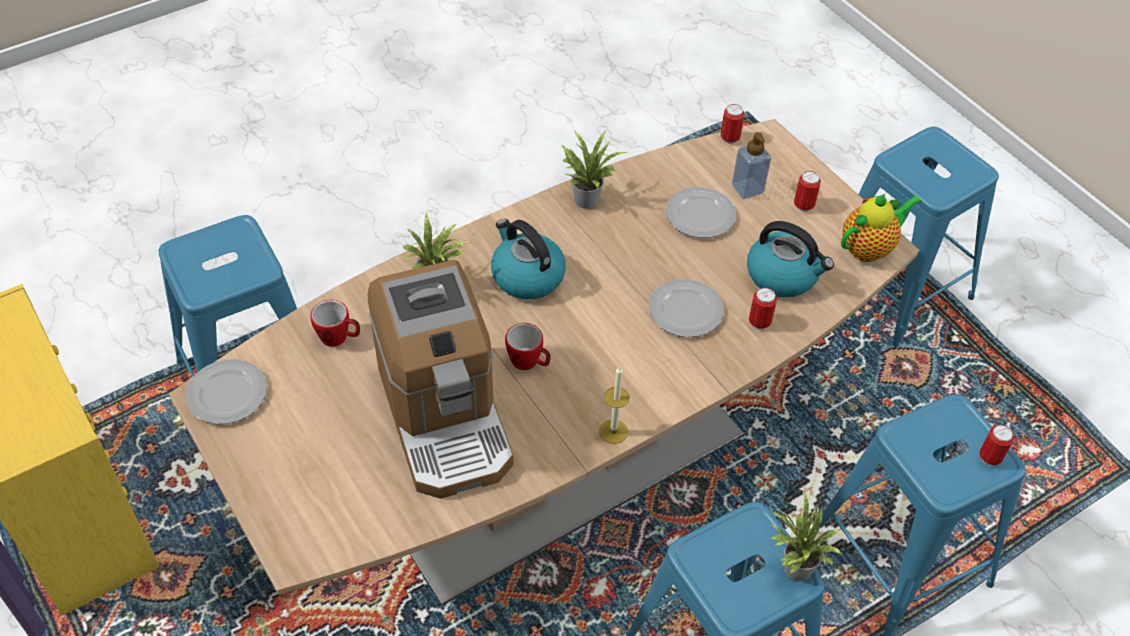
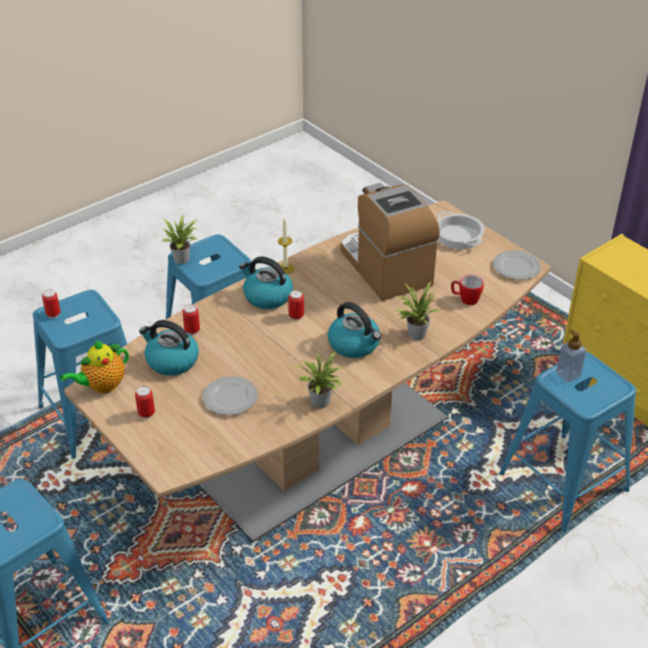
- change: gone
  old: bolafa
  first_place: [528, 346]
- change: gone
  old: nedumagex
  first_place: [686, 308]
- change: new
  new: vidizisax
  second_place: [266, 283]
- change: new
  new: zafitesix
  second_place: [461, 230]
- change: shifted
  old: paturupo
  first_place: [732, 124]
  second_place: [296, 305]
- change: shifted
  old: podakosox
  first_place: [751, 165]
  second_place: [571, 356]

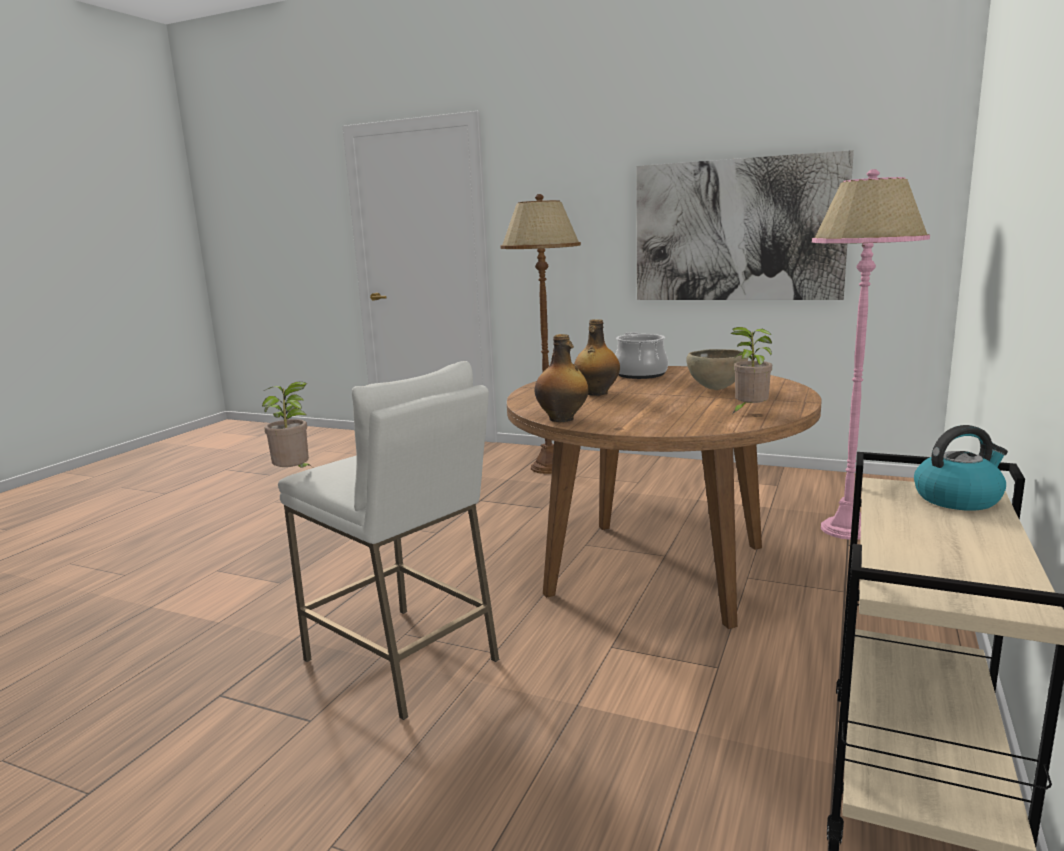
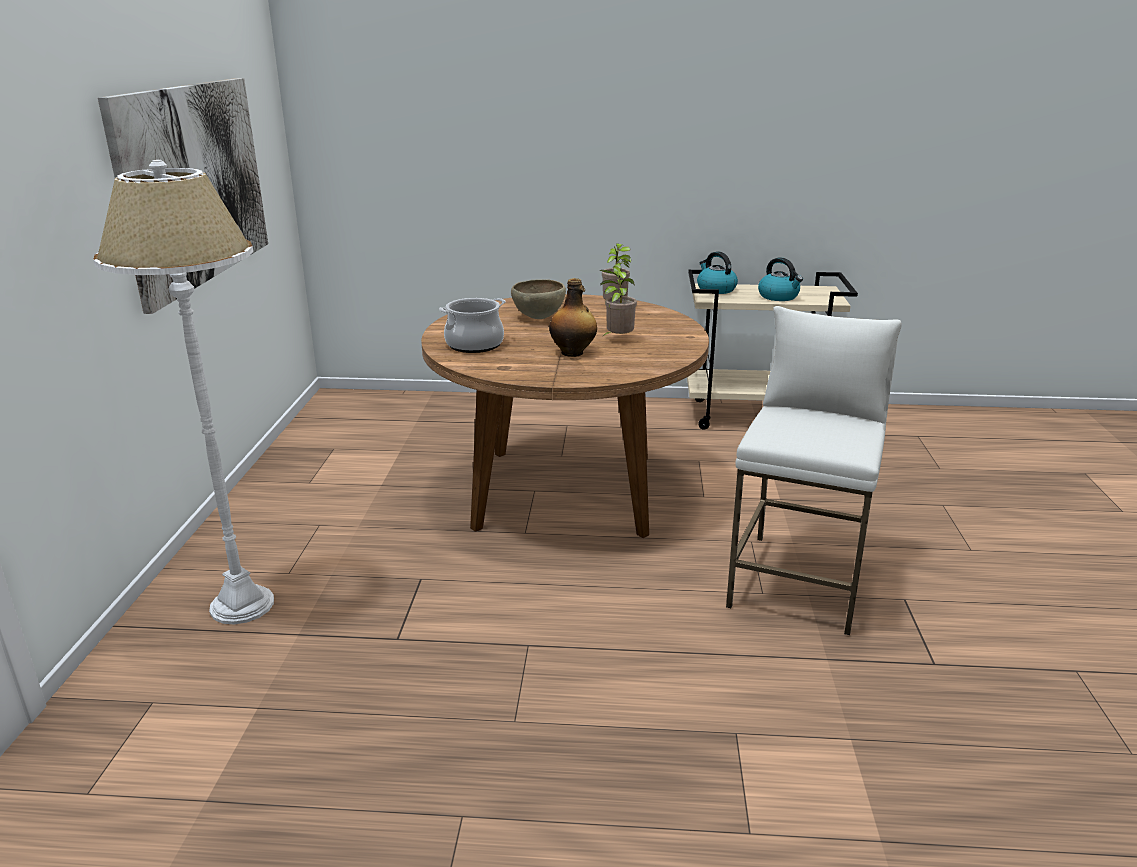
- change: gone
  old: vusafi
  first_place: [562, 378]
- change: gone
  old: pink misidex
  first_place: [871, 354]
- change: new
  new: vidizisax
  second_place: [780, 279]
- change: shifted
  old: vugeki
  first_place: [287, 425]
  second_place: [618, 301]
- change: repainted
  old: brown misidex
  new: white misidex
  first_place: [540, 334]
  second_place: [183, 392]

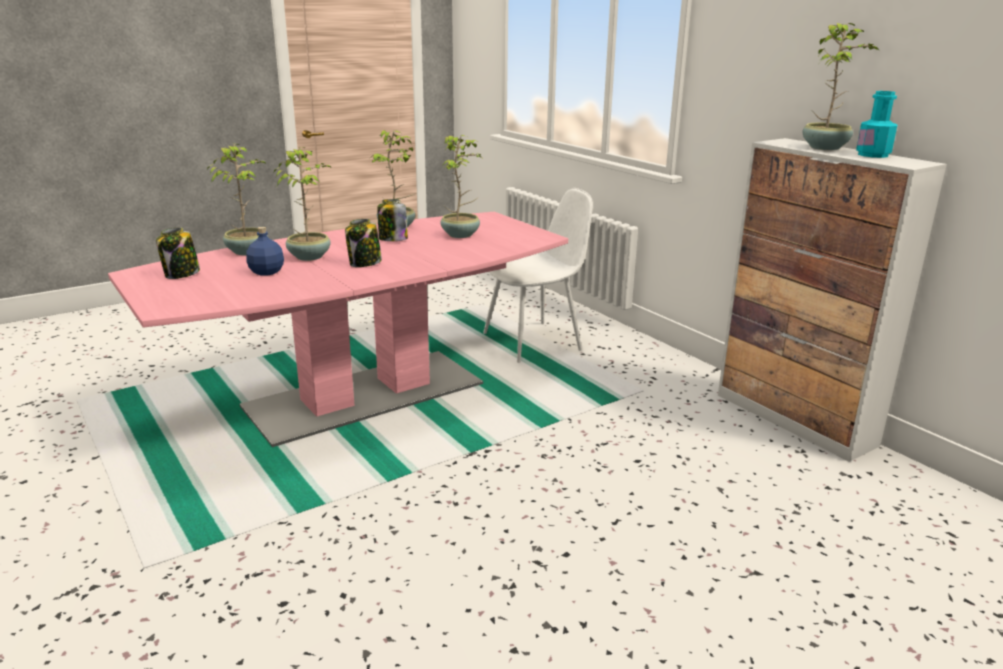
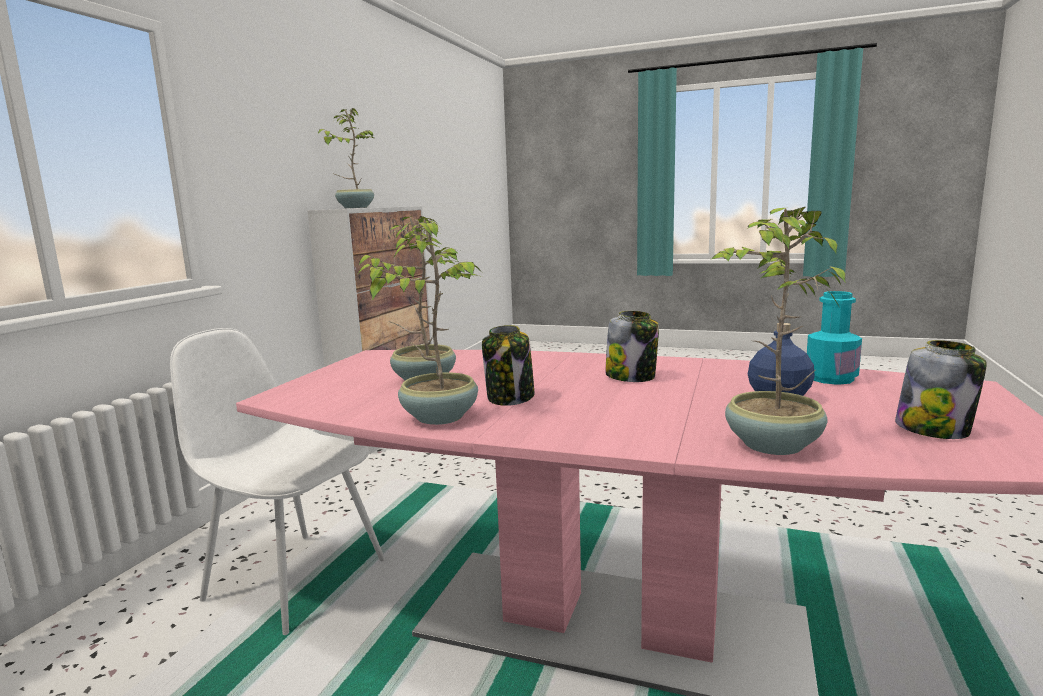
- change: gone
  old: vugeki
  first_place: [303, 204]
- change: shifted
  old: turquoise vusafi
  first_place: [876, 124]
  second_place: [834, 338]

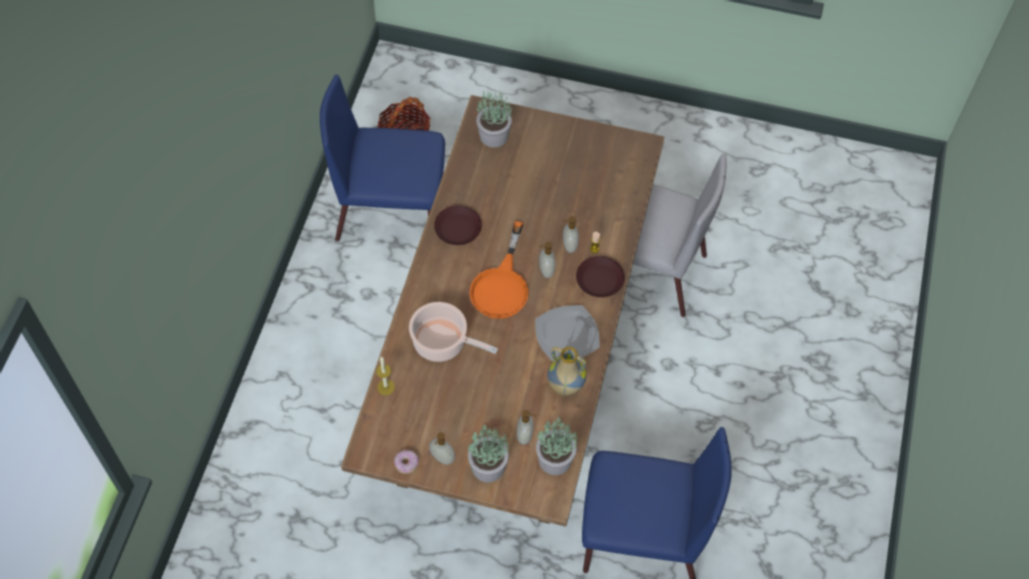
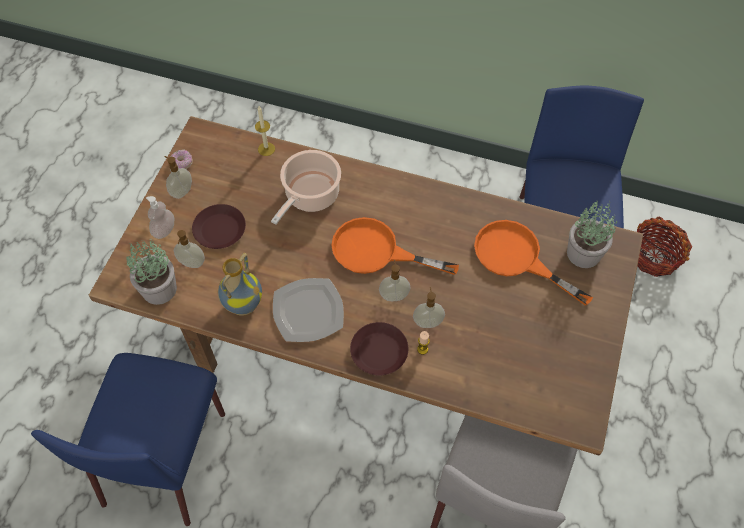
- change: new
  new: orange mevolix
  second_place: [533, 262]
- change: shifted
  old: brown nedumagex
  first_place: [458, 225]
  second_place: [219, 226]
- change: swapped
  old: vugeki
  new: podakosox
  first_place: [488, 453]
  second_place: [160, 217]

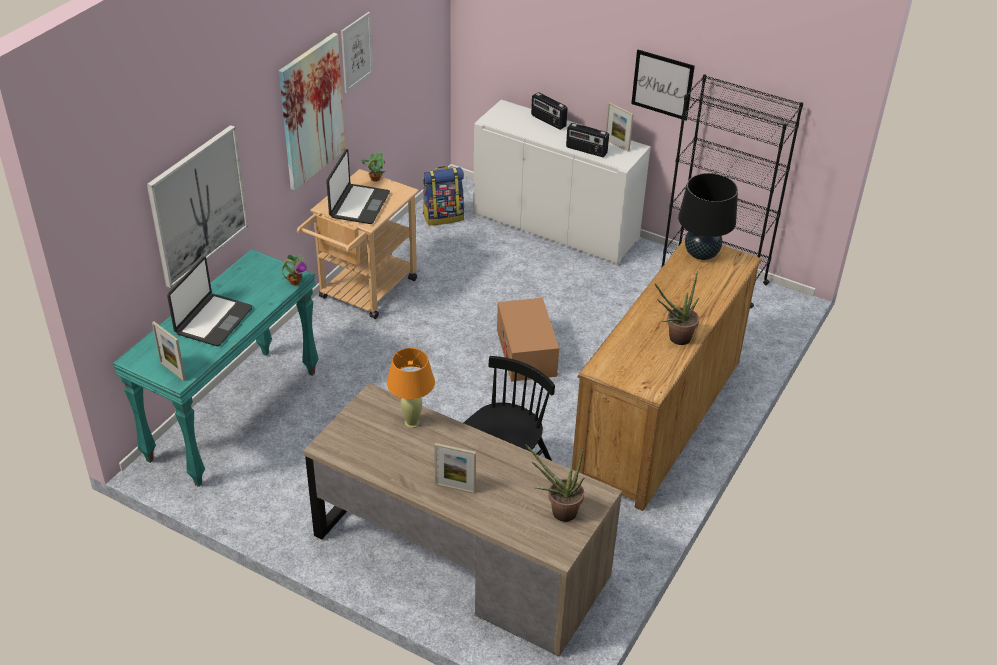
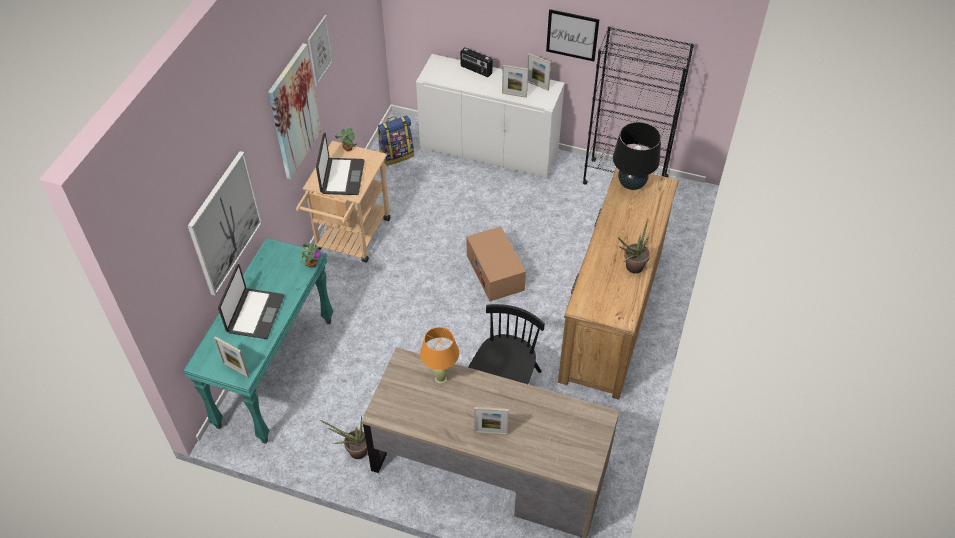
- change: shifted
  old: vugeki
  first_place: [555, 483]
  second_place: [343, 437]
- change: swapped
  old: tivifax
  new: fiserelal
  first_place: [587, 140]
  second_place: [515, 81]

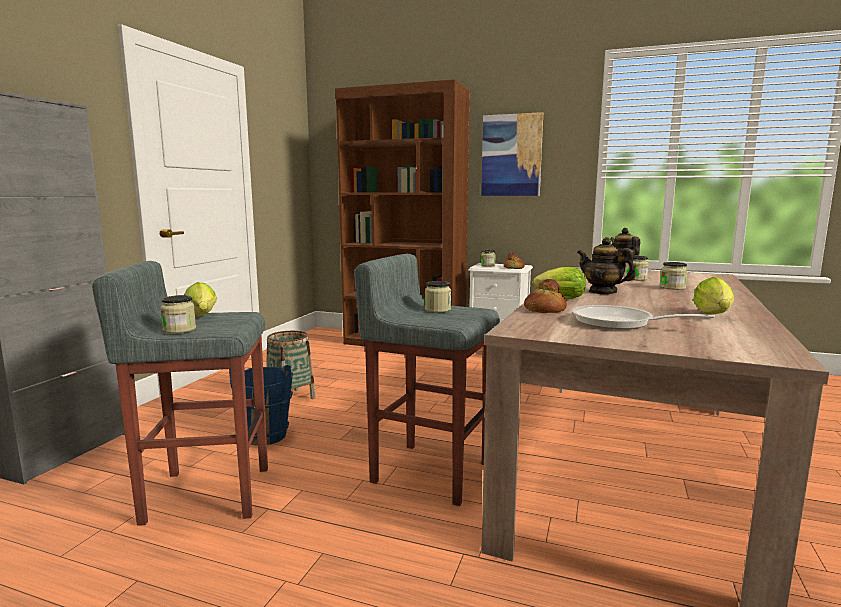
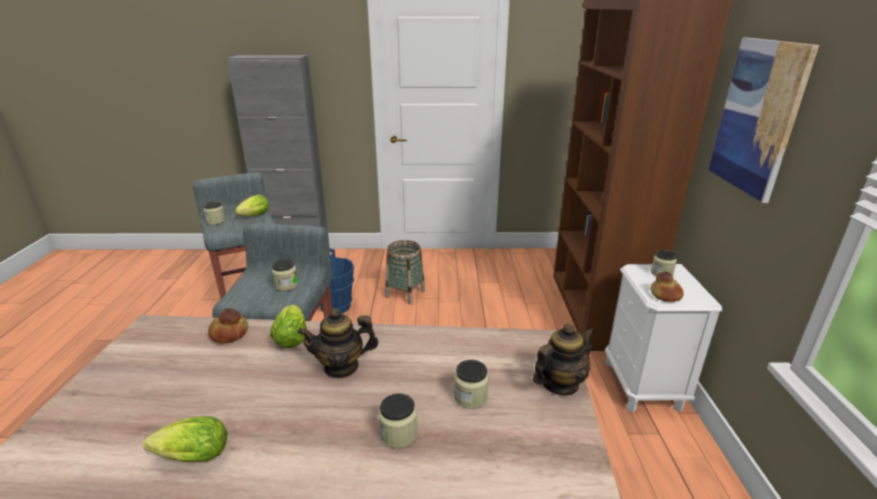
- change: gone
  old: mevolix
  first_place: [643, 317]
- change: rotated
  old: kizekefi
  first_place: [606, 265]
  second_place: [338, 344]
  degrees: -120

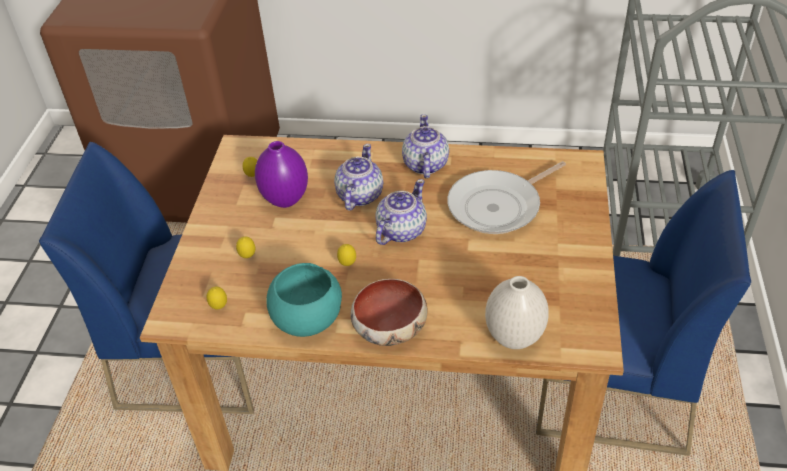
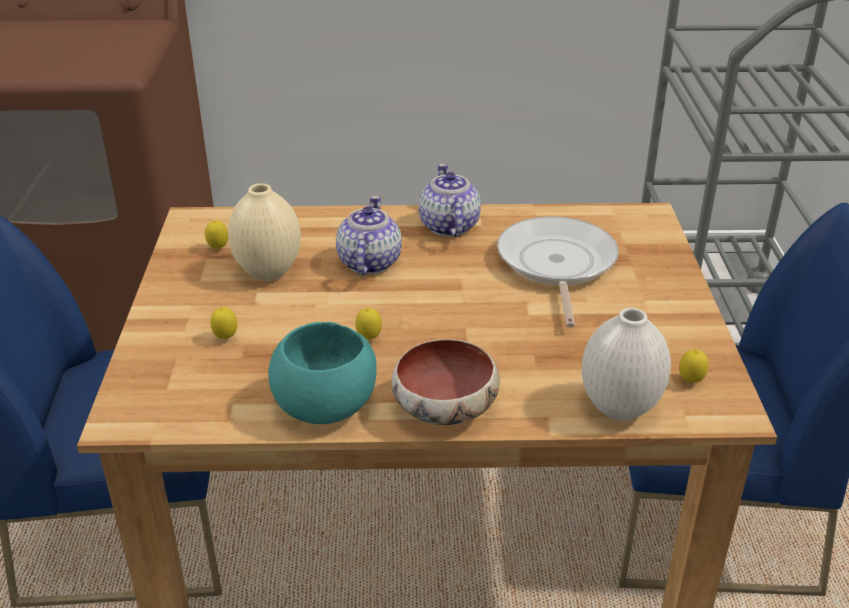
- change: gone
  old: kizekefi
  first_place: [401, 212]
- change: shifted
  old: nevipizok
  first_place: [217, 298]
  second_place: [693, 366]
- change: repainted
  old: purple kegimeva
  new: beige kegimeva
  first_place: [281, 174]
  second_place: [264, 232]
- change: rotated
  old: mevolix
  first_place: [506, 197]
  second_place: [558, 272]
  degrees: 135

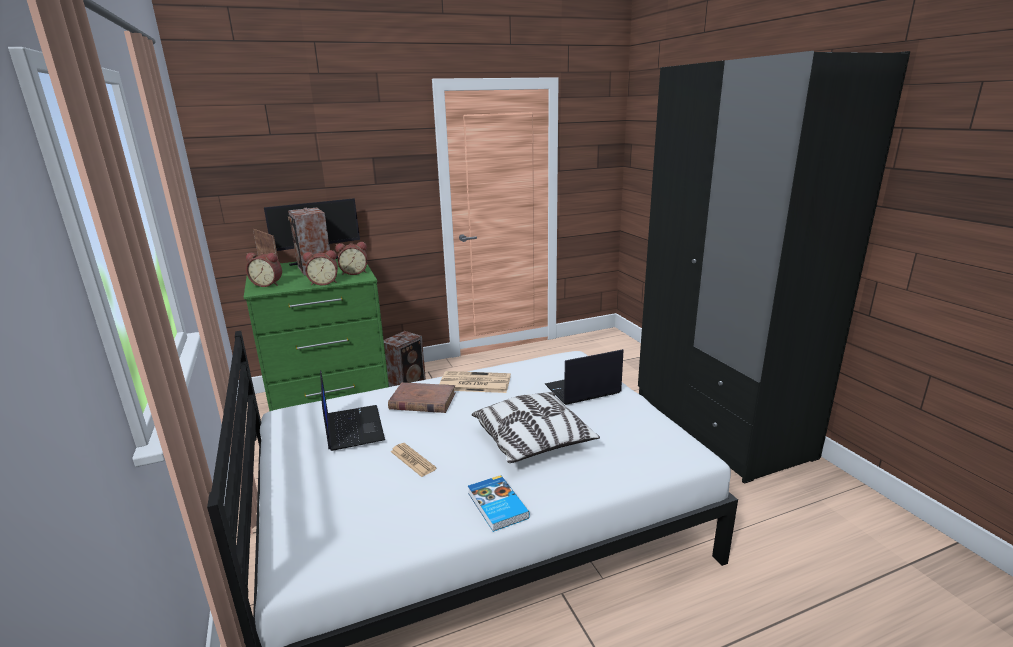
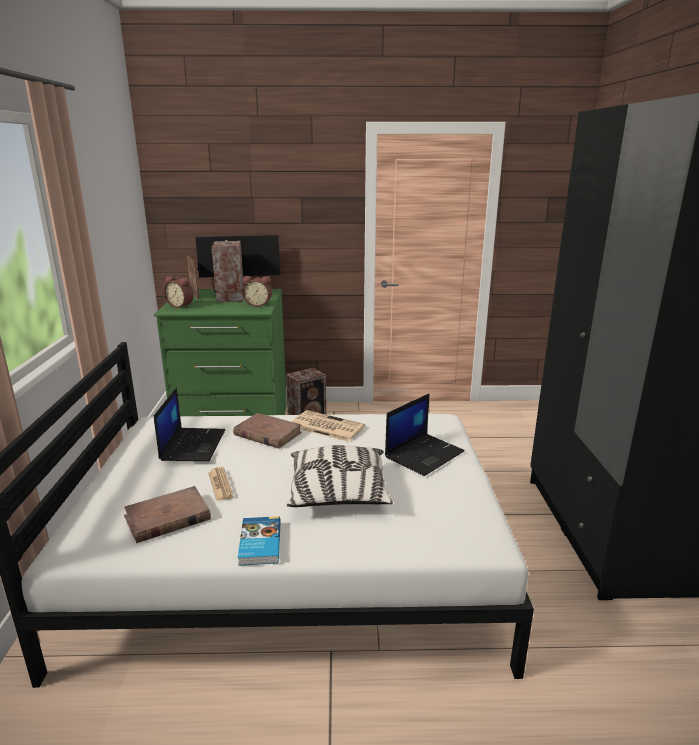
- change: gone
  old: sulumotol
  first_place: [320, 267]
- change: new
  new: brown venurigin
  second_place: [167, 514]
- change: rotated
  old: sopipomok
  first_place: [584, 377]
  second_place: [425, 434]
  degrees: 135

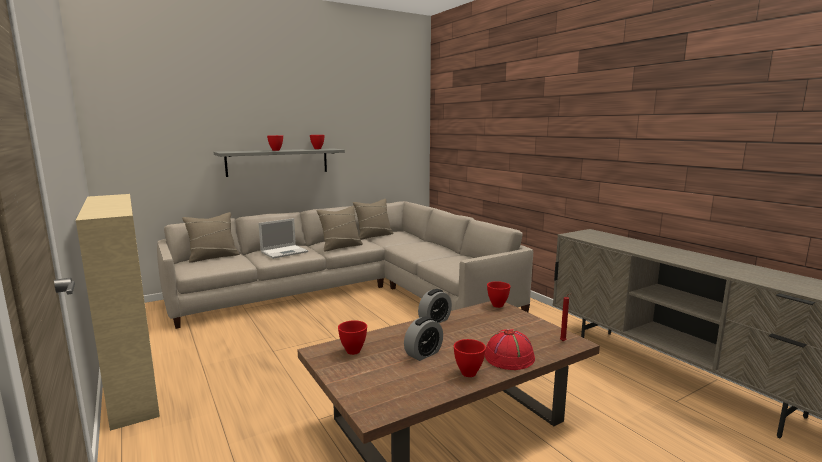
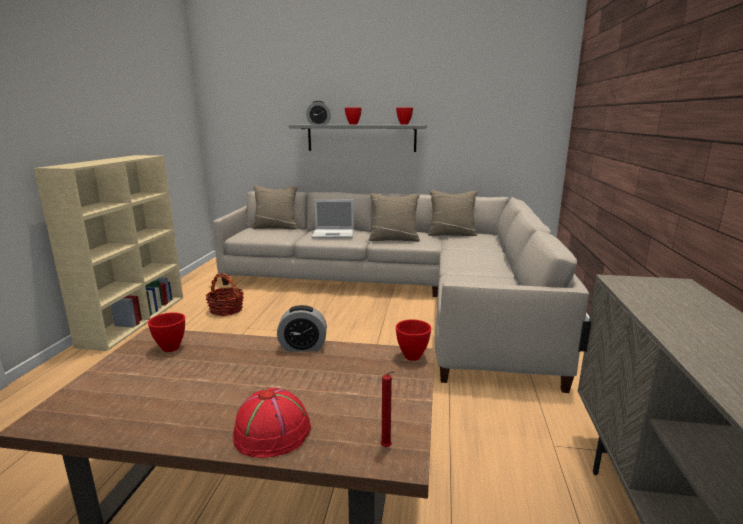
- change: gone
  old: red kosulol
  first_place: [470, 358]
- change: new
  new: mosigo
  second_place: [225, 294]
- change: shifted
  old: sulumotol
  first_place: [423, 338]
  second_place: [318, 113]

